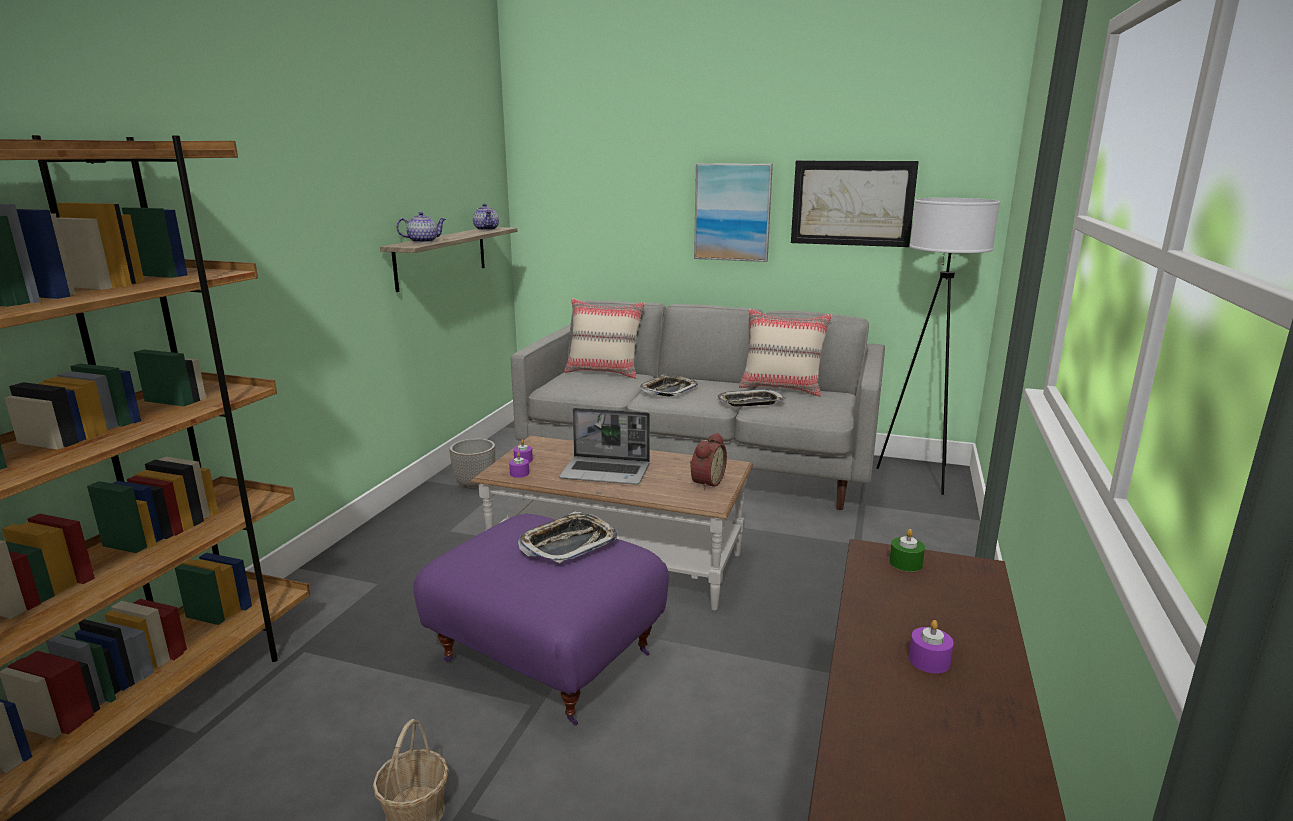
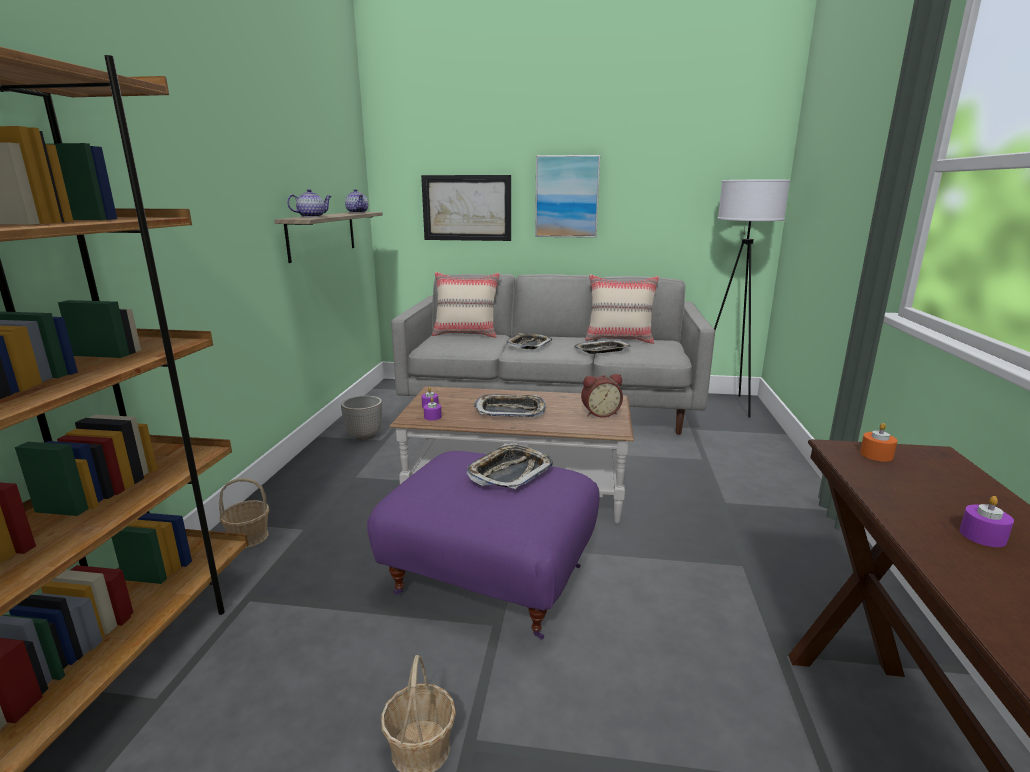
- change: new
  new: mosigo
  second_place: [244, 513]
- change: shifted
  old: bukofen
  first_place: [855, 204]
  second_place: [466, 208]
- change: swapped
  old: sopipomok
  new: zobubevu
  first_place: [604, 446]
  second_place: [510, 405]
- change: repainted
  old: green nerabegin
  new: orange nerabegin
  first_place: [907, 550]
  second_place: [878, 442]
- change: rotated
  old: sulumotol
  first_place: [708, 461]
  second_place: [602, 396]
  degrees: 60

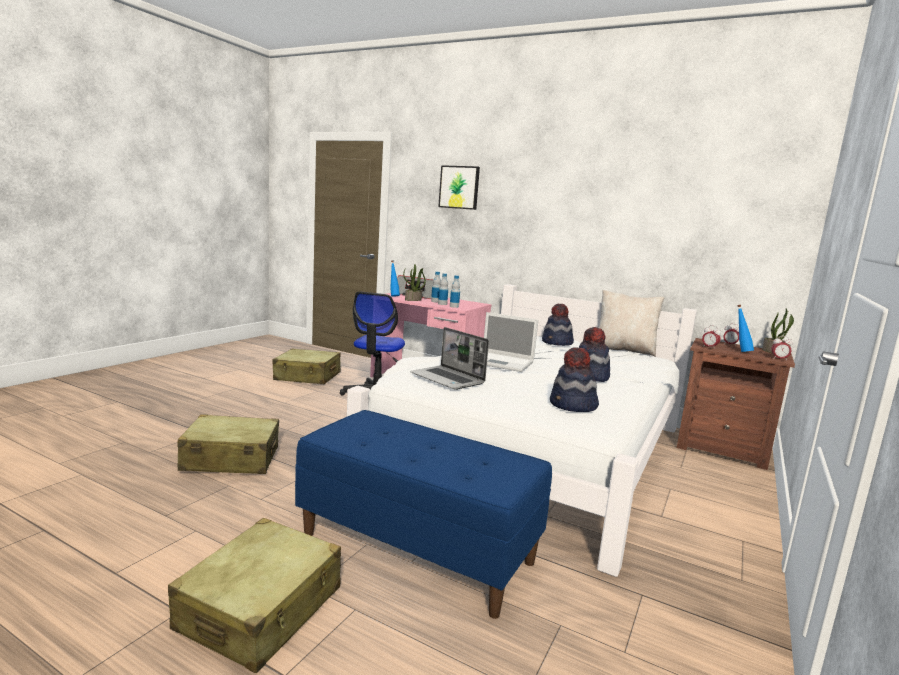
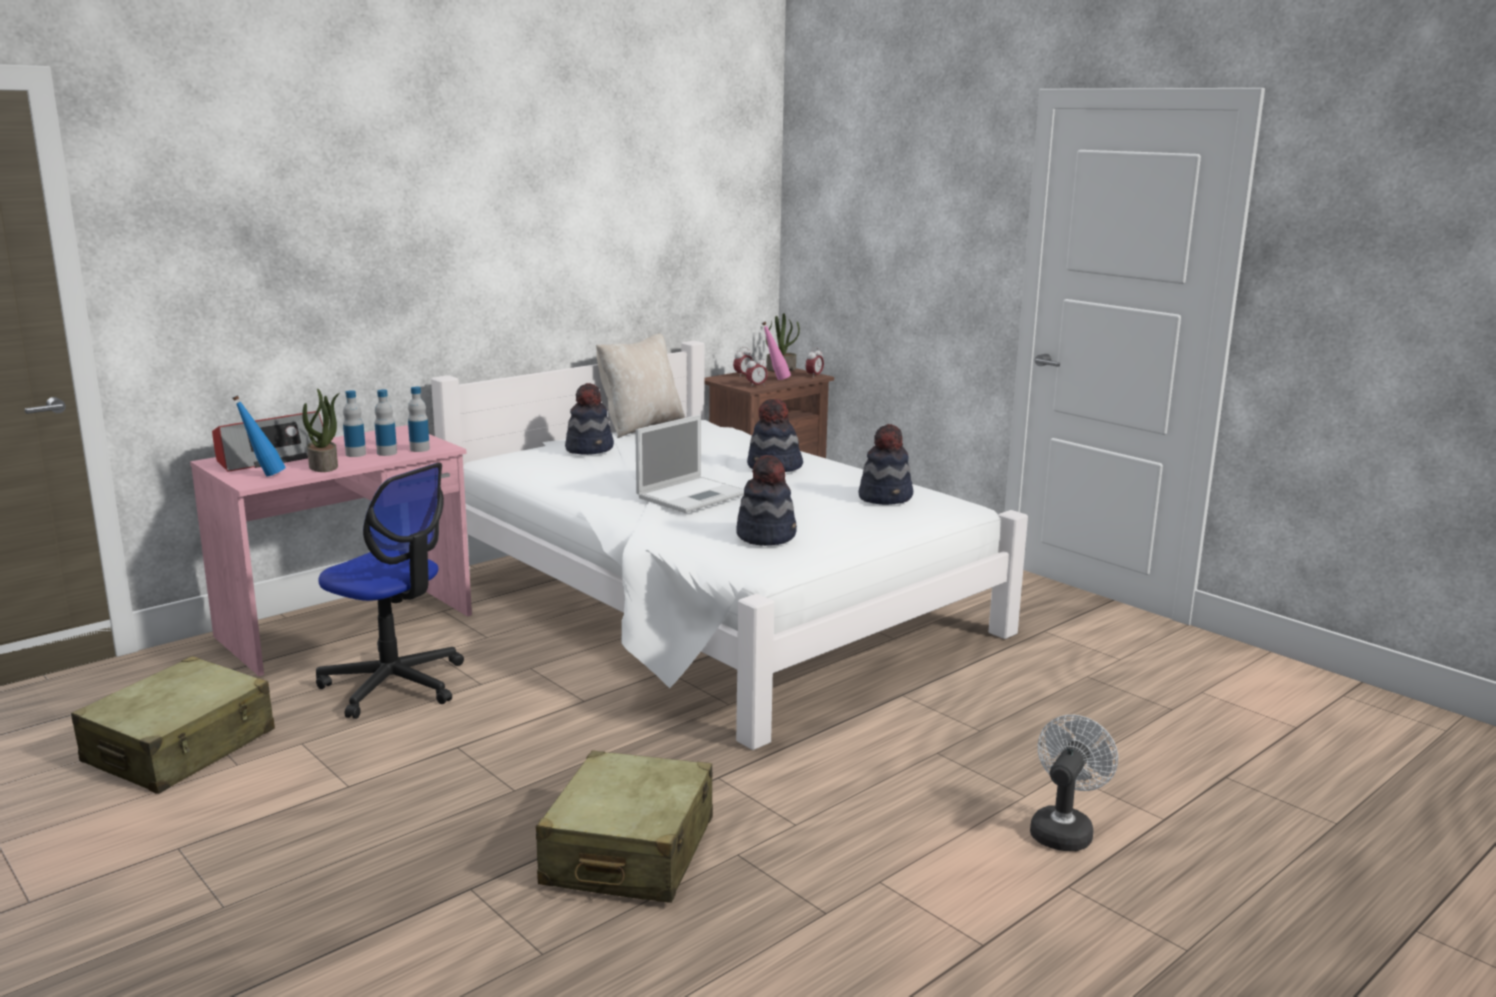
- change: gone
  old: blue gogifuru
  first_place: [423, 514]
- change: gone
  old: bukofen
  first_place: [459, 187]
- change: swapped
  old: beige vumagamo
  new: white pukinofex
  first_place: [254, 595]
  second_place: [1074, 783]
- change: swapped
  old: sopipomok
  new: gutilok
  first_place: [450, 358]
  second_place: [766, 500]
- change: repainted
  old: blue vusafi
  new: pink vusafi
  first_place: [745, 328]
  second_place: [776, 351]

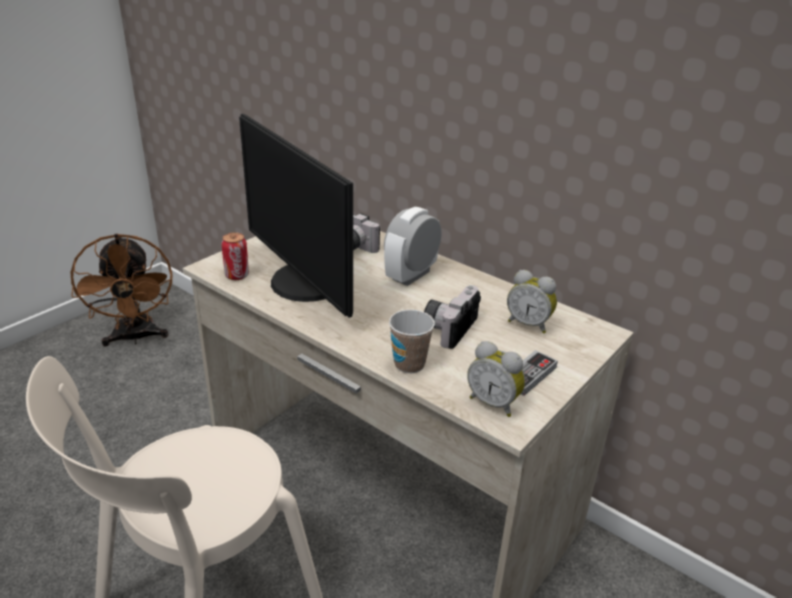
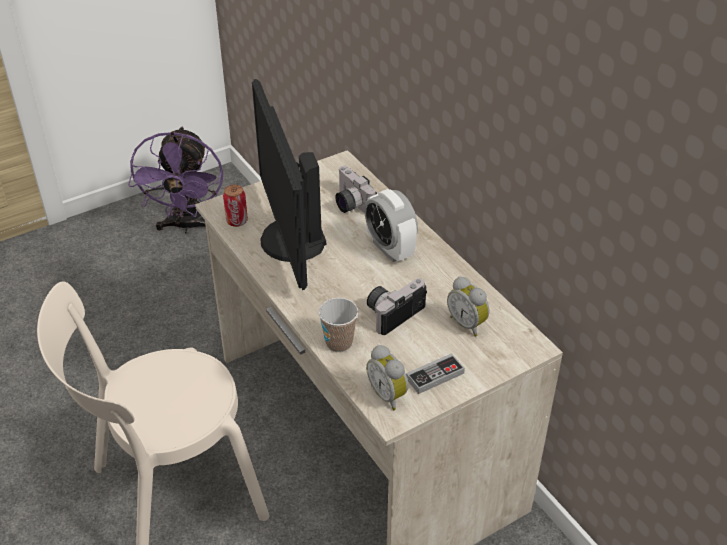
- change: repainted
  old: brown pukinofex
  new: purple pukinofex
  first_place: [121, 290]
  second_place: [175, 180]
- change: rotated
  old: sulumotol
  first_place: [413, 246]
  second_place: [391, 225]
  degrees: -90

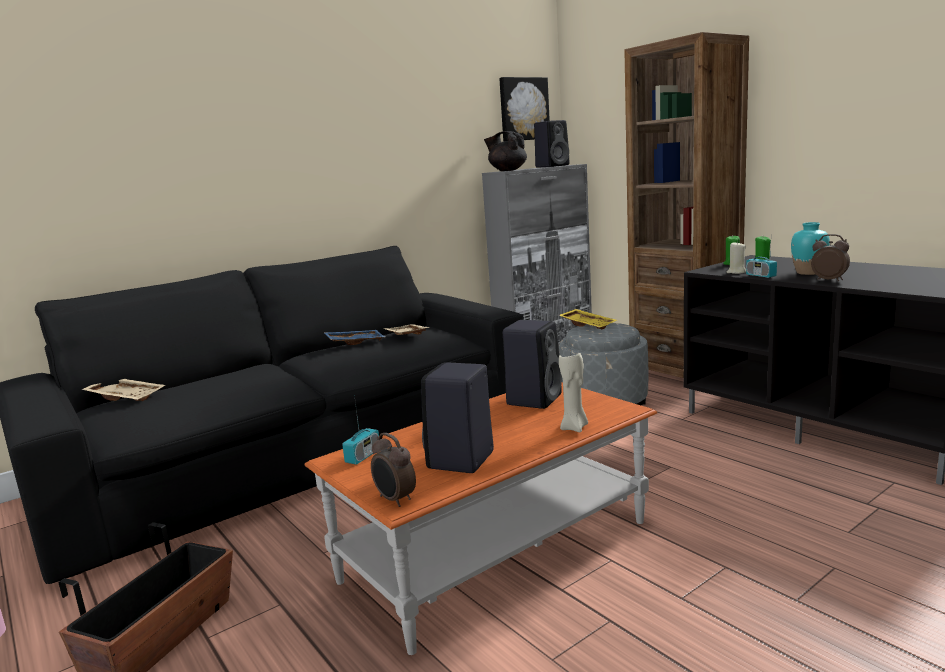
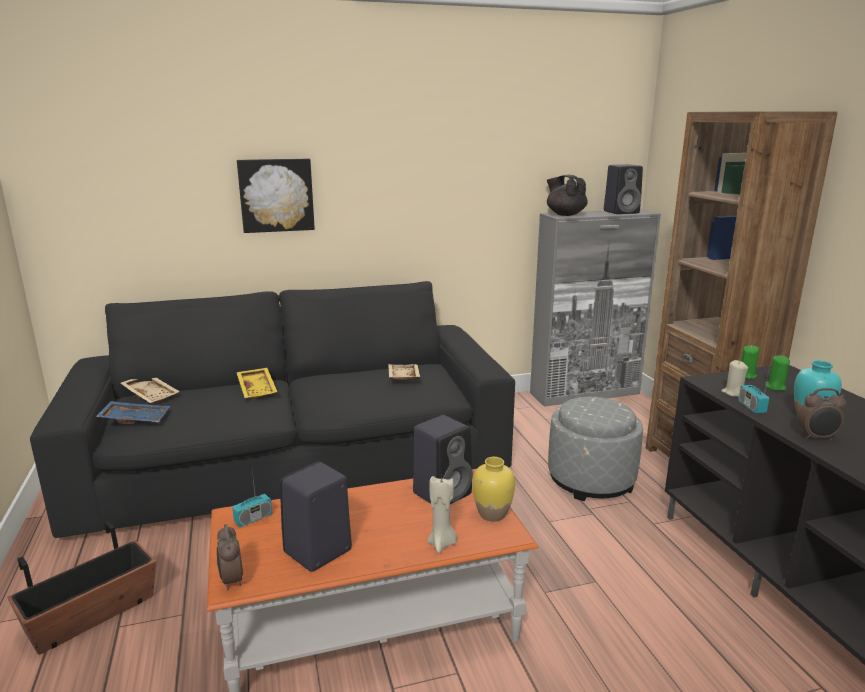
- change: new
  new: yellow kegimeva
  second_place: [493, 489]
- change: shifted
  old: blue zobubevu
  first_place: [354, 337]
  second_place: [133, 412]
- change: shifted
  old: bukofen
  first_place: [524, 109]
  second_place: [276, 196]
- change: shifted
  old: yellow zobubevu
  first_place: [588, 319]
  second_place: [256, 383]
- change: rotated
  old: sulumotol
  first_place: [830, 257]
  second_place: [822, 414]
  degrees: 120

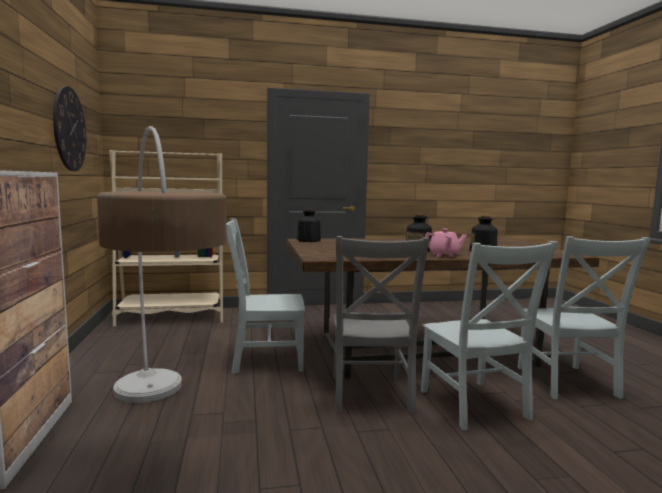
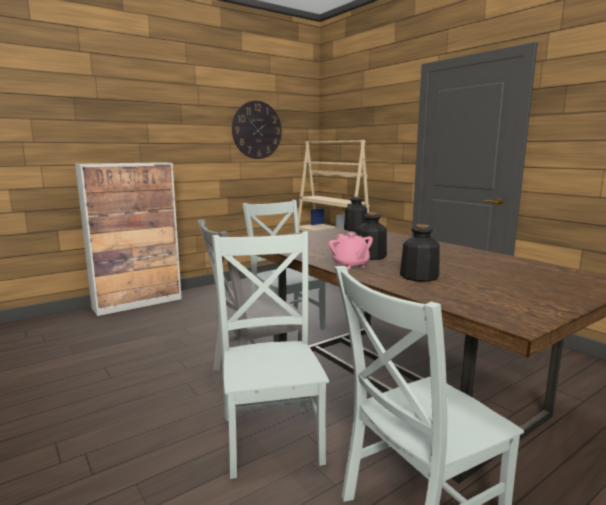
- change: gone
  old: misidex
  first_place: [162, 264]
- change: rotated
  old: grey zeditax
  first_place: [489, 335]
  second_place: [270, 355]
  degrees: 120

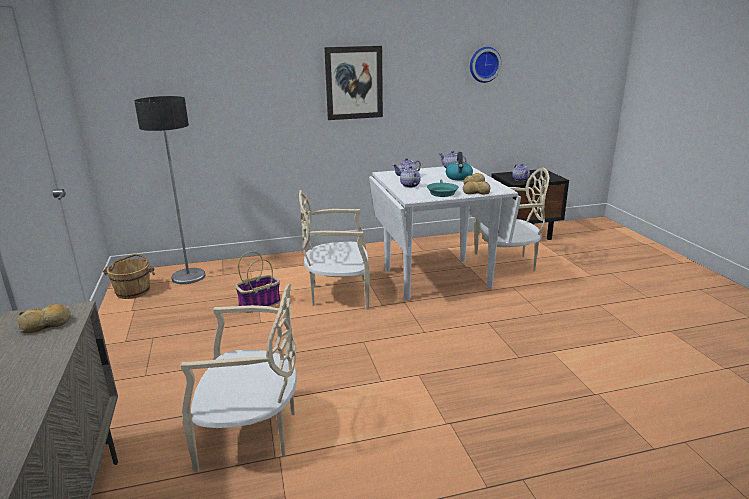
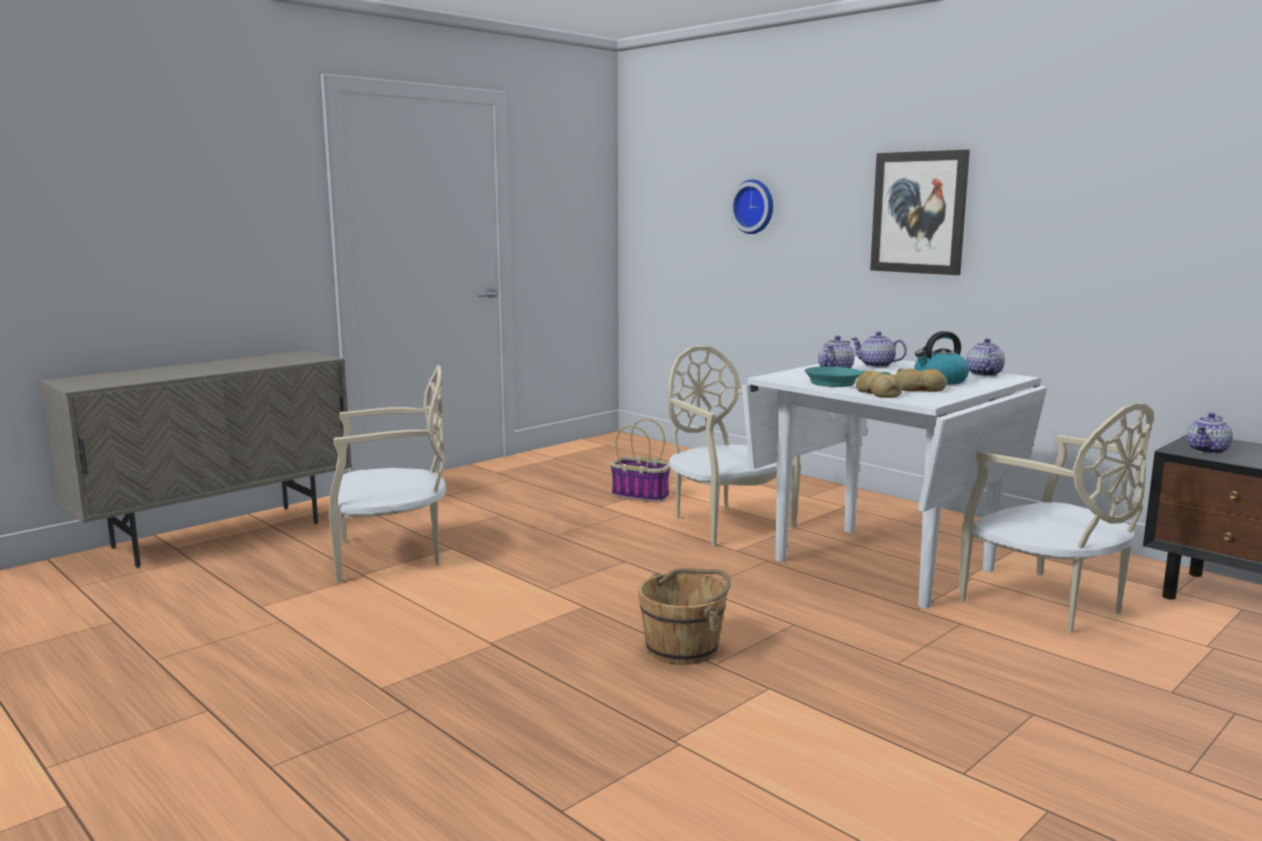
- change: gone
  old: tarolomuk
  first_place: [44, 318]
- change: gone
  old: misidex
  first_place: [169, 190]
- change: shifted
  old: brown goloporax
  first_place: [129, 276]
  second_place: [684, 616]
- change: shifted
  old: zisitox
  first_place: [485, 65]
  second_place: [751, 206]
- change: rotated
  old: beige zeditax
  first_place: [238, 378]
  second_place: [387, 474]
  degrees: -75

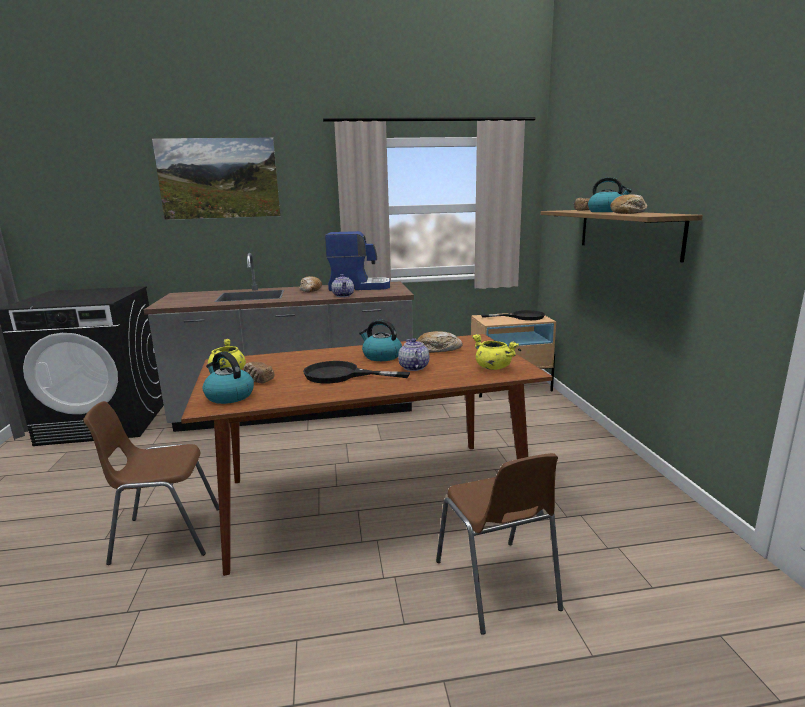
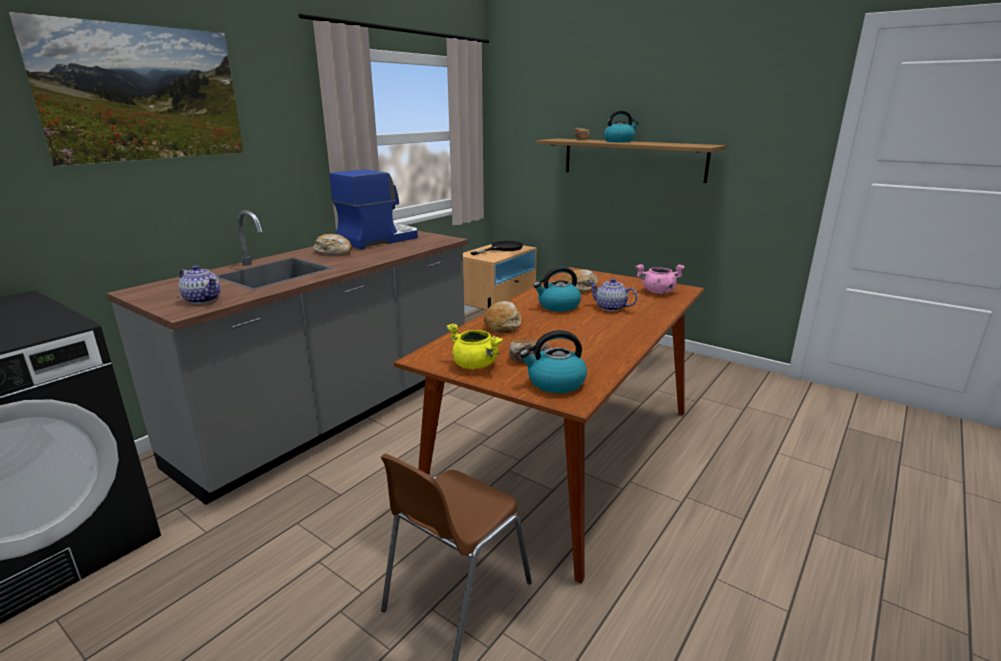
- change: gone
  old: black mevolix
  first_place: [356, 372]
- change: gone
  old: brown zeditax
  first_place: [499, 544]
- change: shifted
  old: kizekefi
  first_place: [343, 285]
  second_place: [200, 284]
- change: shifted
  old: tarolomuk
  first_place: [628, 204]
  second_place: [502, 317]
- change: repainted
  old: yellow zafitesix
  new: pink zafitesix
  first_place: [495, 352]
  second_place: [660, 279]

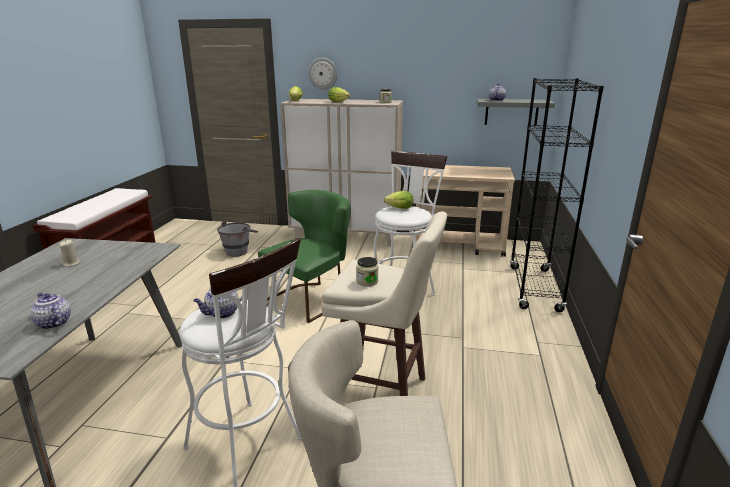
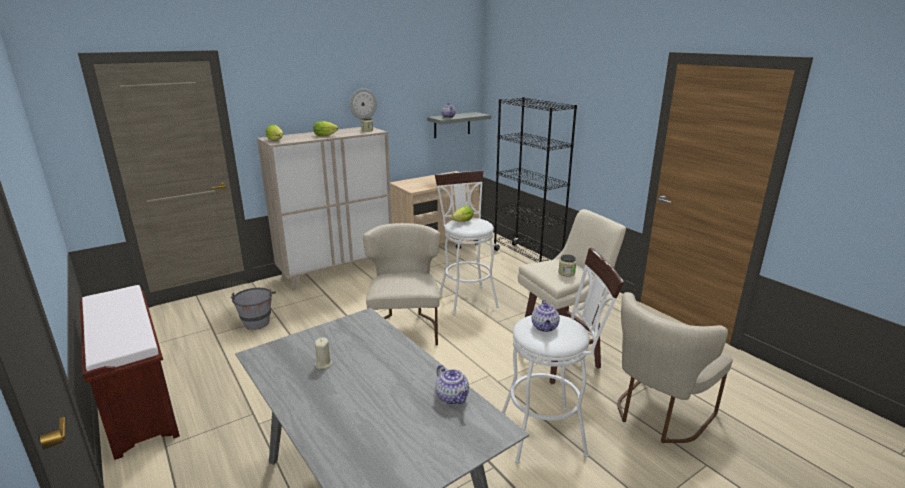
- change: shifted
  old: zisitox
  first_place: [323, 74]
  second_place: [363, 103]
- change: repainted
  old: green zeditax
  new: beige zeditax
  first_place: [304, 256]
  second_place: [402, 284]
- change: rotated
  old: kizekefi
  first_place: [50, 311]
  second_place: [452, 385]
  degrees: -120

